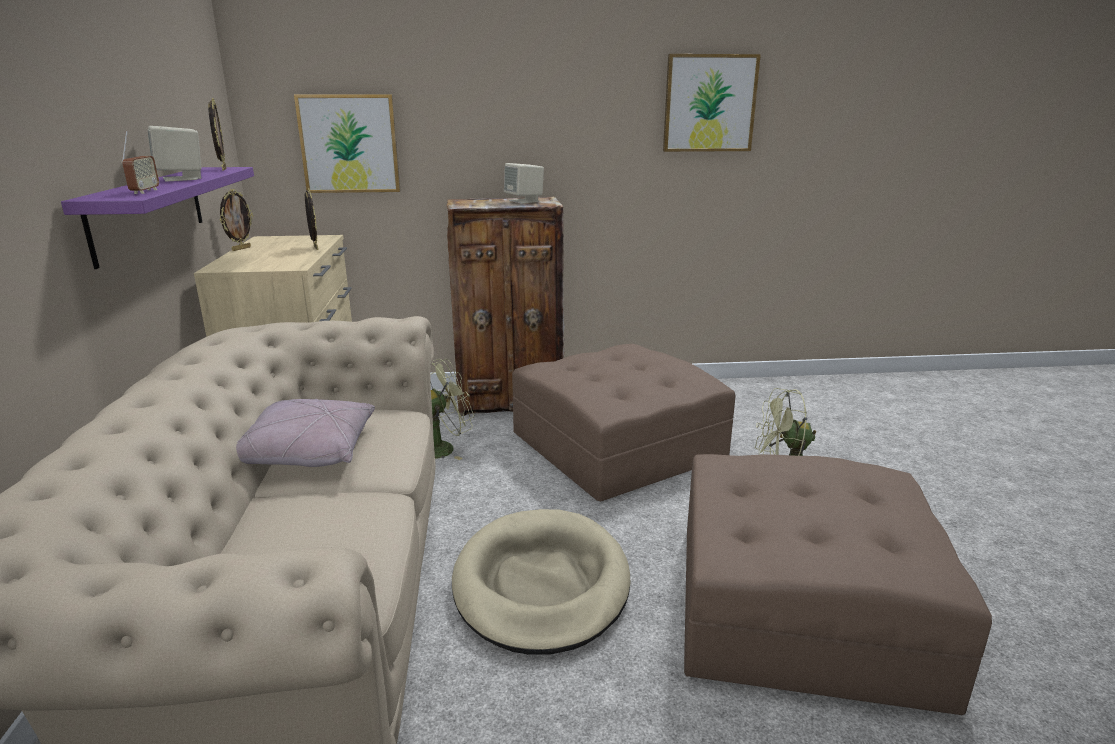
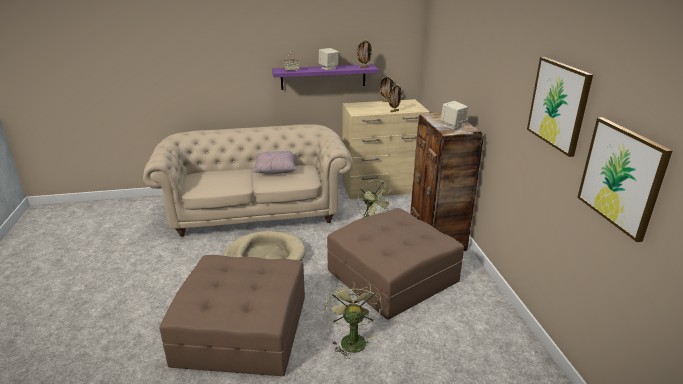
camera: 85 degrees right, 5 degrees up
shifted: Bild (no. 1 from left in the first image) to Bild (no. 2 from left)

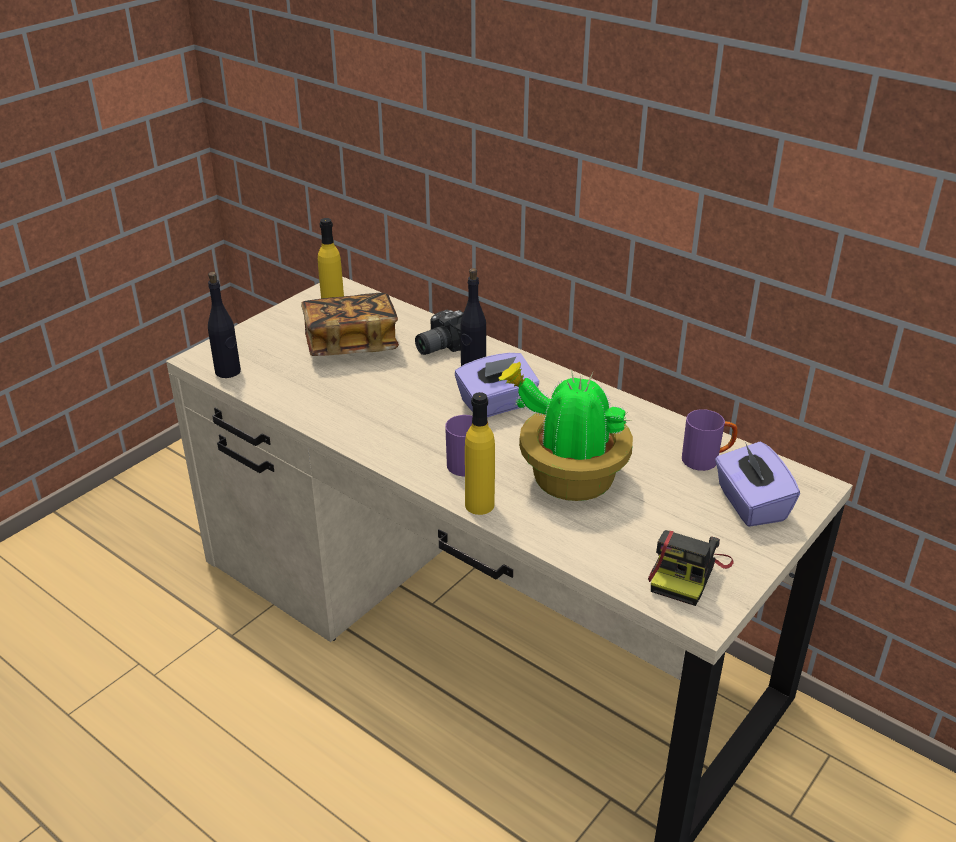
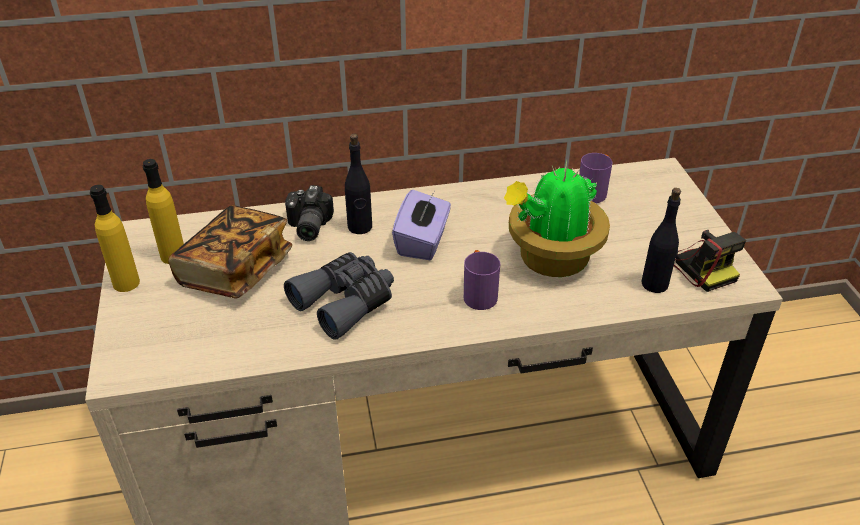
camera: 50 degrees left, 5 degrees up
gone: Taschentuchbox/lila (no. 2 from left)
new: Fernglas/grau
shifted: Flasche/gelb (no. 2 from left in the first image) to Flasche/gelb (no. 1 from left); Flasche/schwarz (no. 1 from left in the first image) to Flasche/schwarz (no. 2 from left)

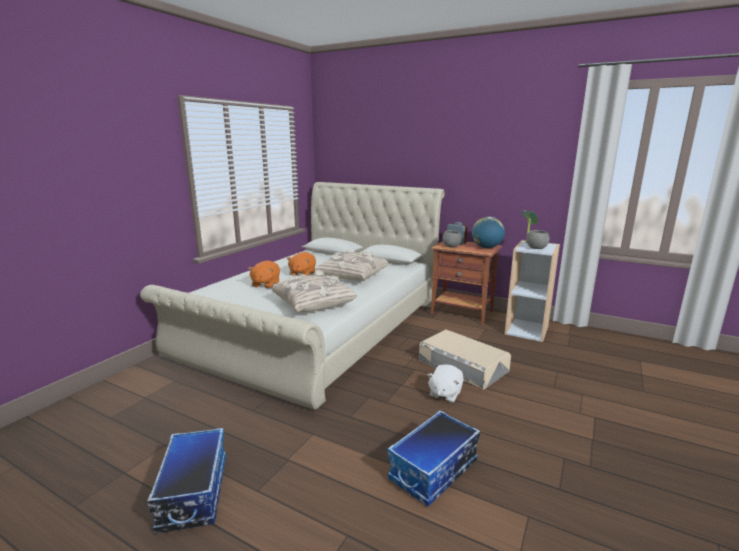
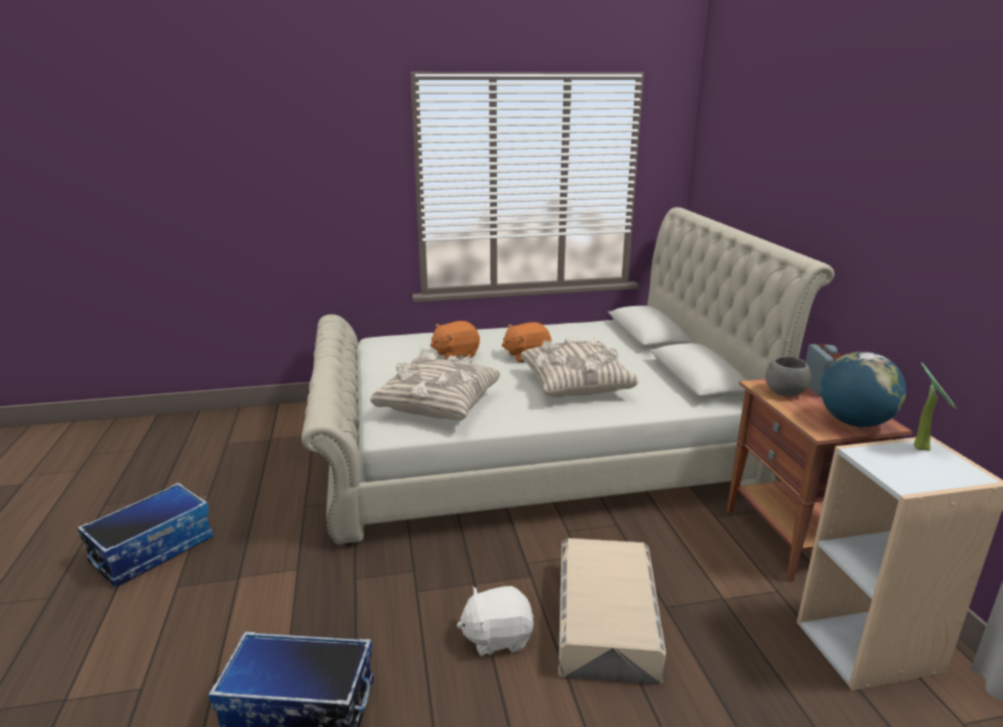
camera: 50 degrees right, 5 degrees up
gone: Schüssel/grau (no. 2 from left)

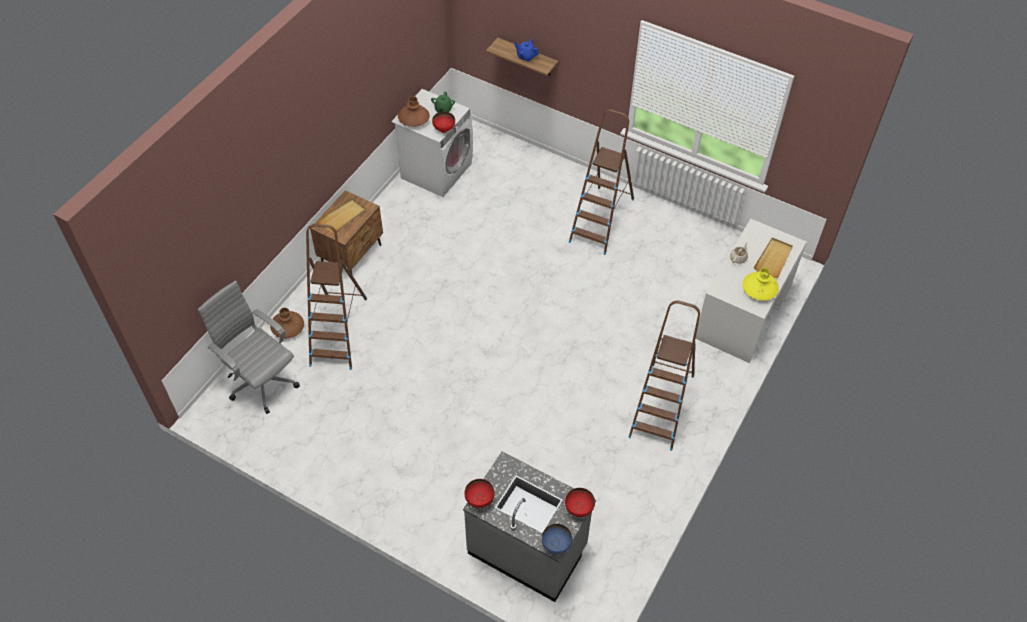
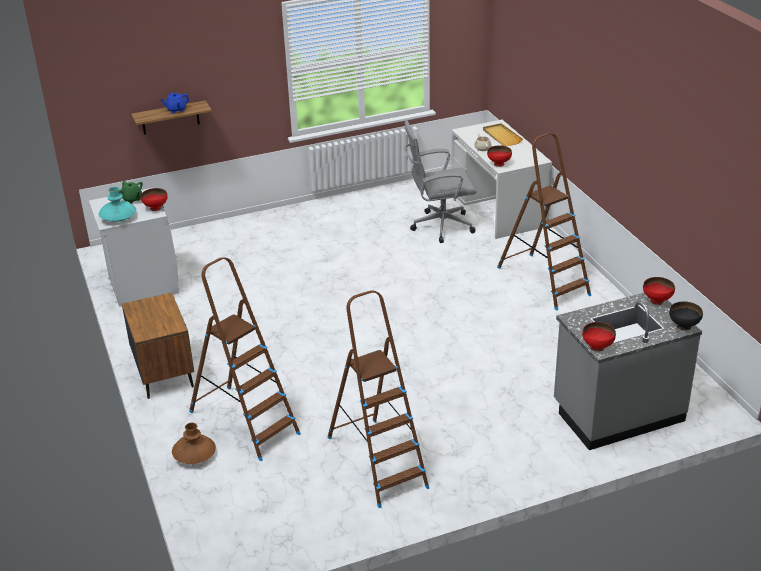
camera: 50 degrees left, 20 degrees down
gone: Tablett/beige (no. 1 from left); Vase/gelb
new: Schüssel/rot (no. 2 from left)
shifted: Trittleiter/braun (no. 2 from left); Bürostuhl/grau
repainted: Vase/braun (no. 2 from left) to Vase/türkis; Schüssel/blau to Schüssel/schwarz

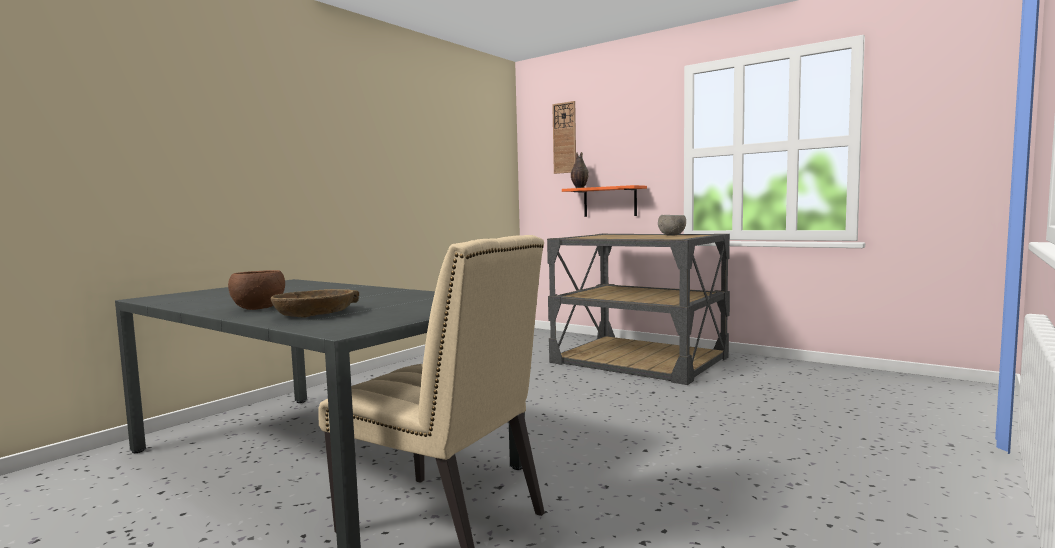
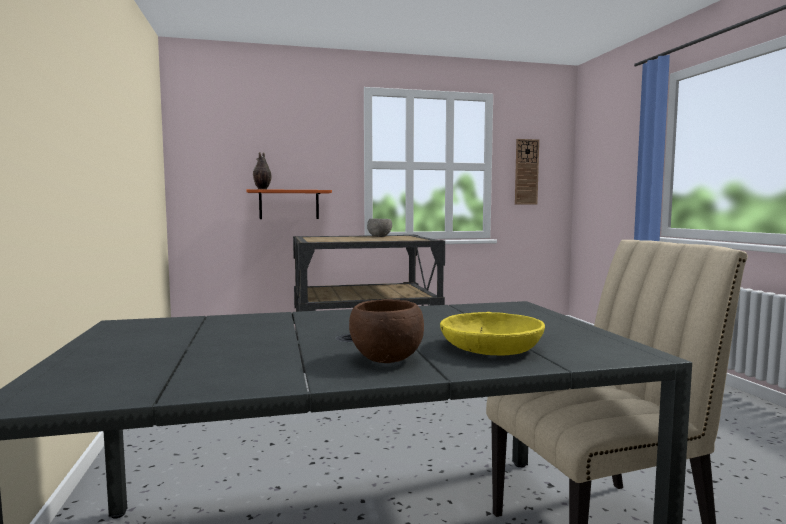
camera: 50 degrees left, 0 degrees up
shifted: Wanduhr
repainted: Schüssel/braun (no. 2 from left) to Schüssel/gelb

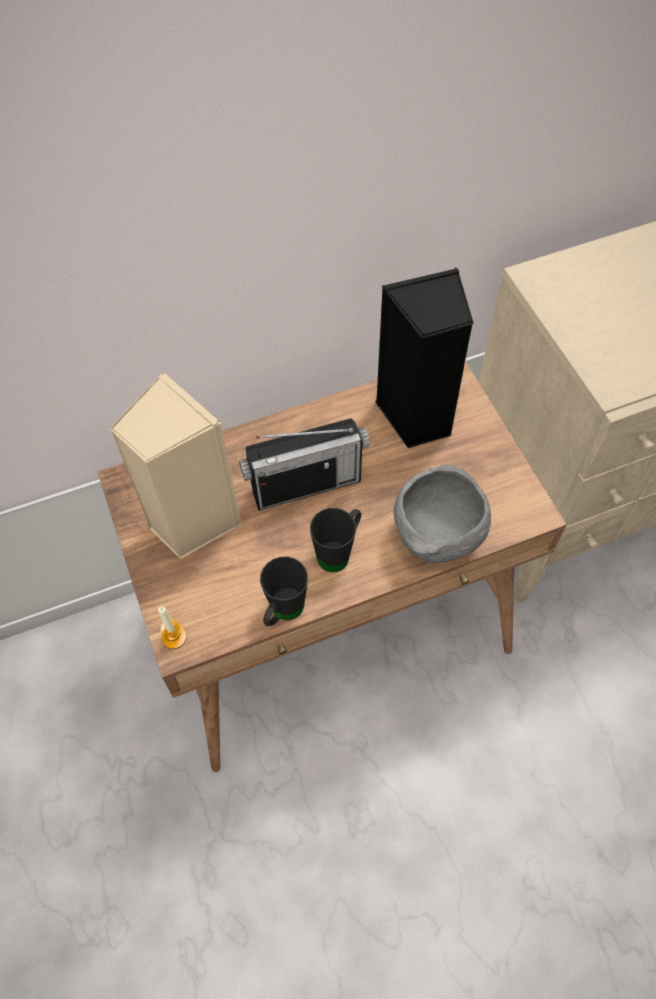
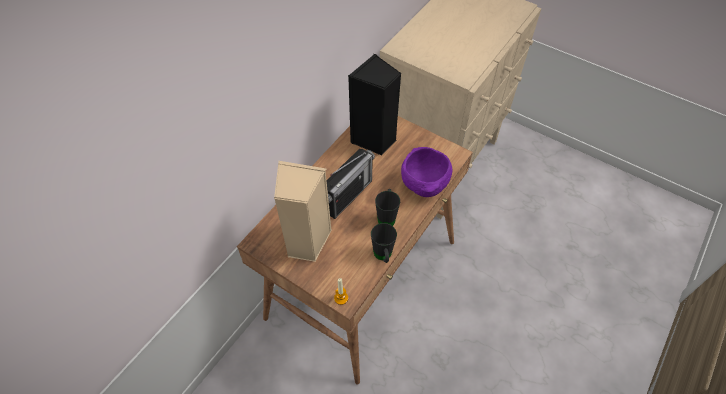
camera: 35 degrees left, 5 degrees down
repainted: Schüssel/grau to Schüssel/lila

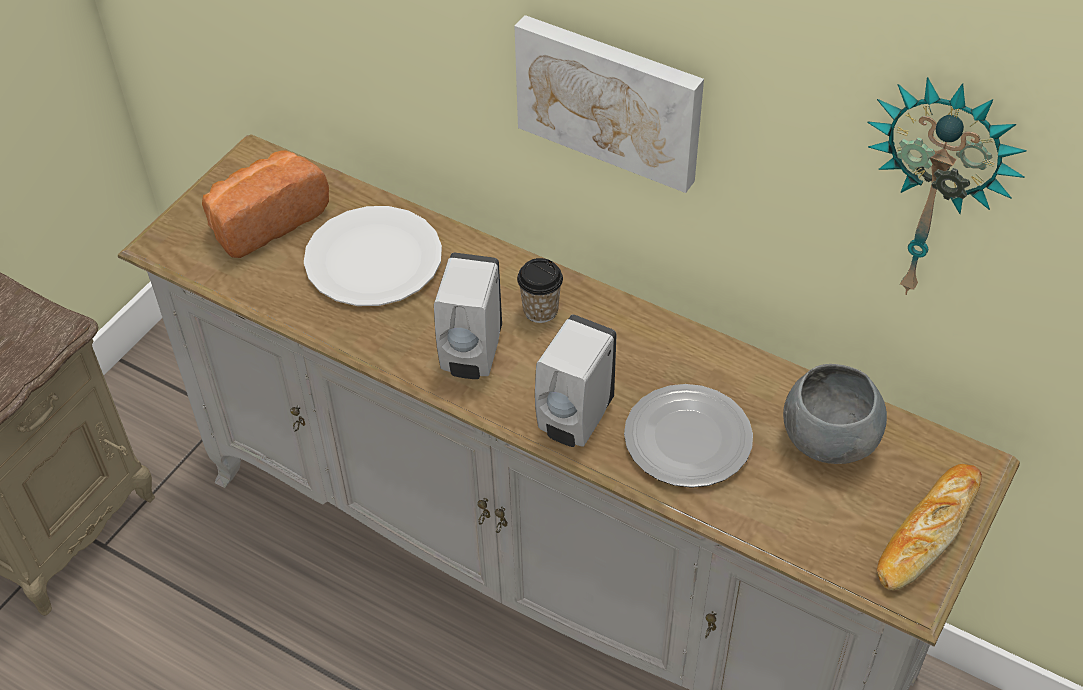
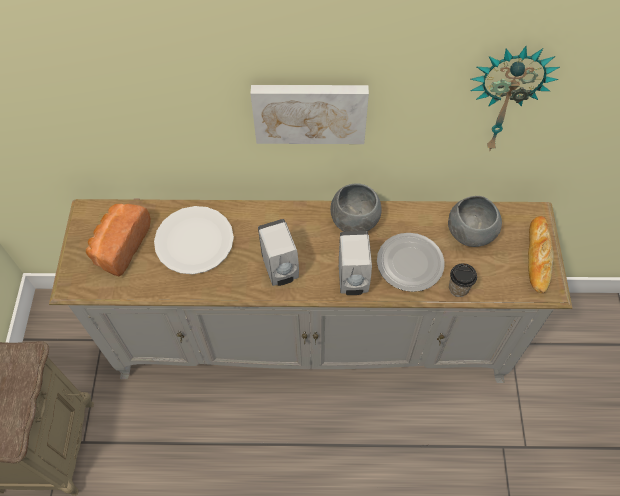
camera: 30 degrees left, 10 degrees up
new: Schüssel/grau (no. 1 from left)
shifted: Tasse

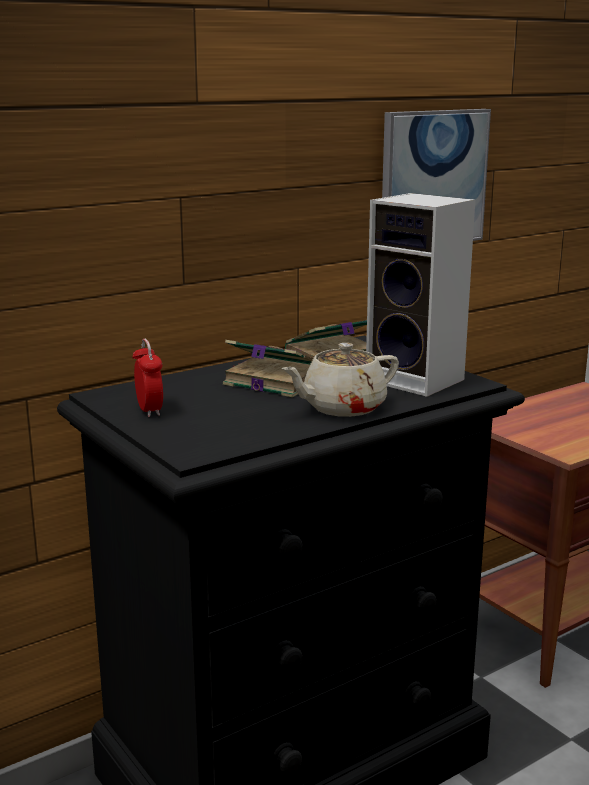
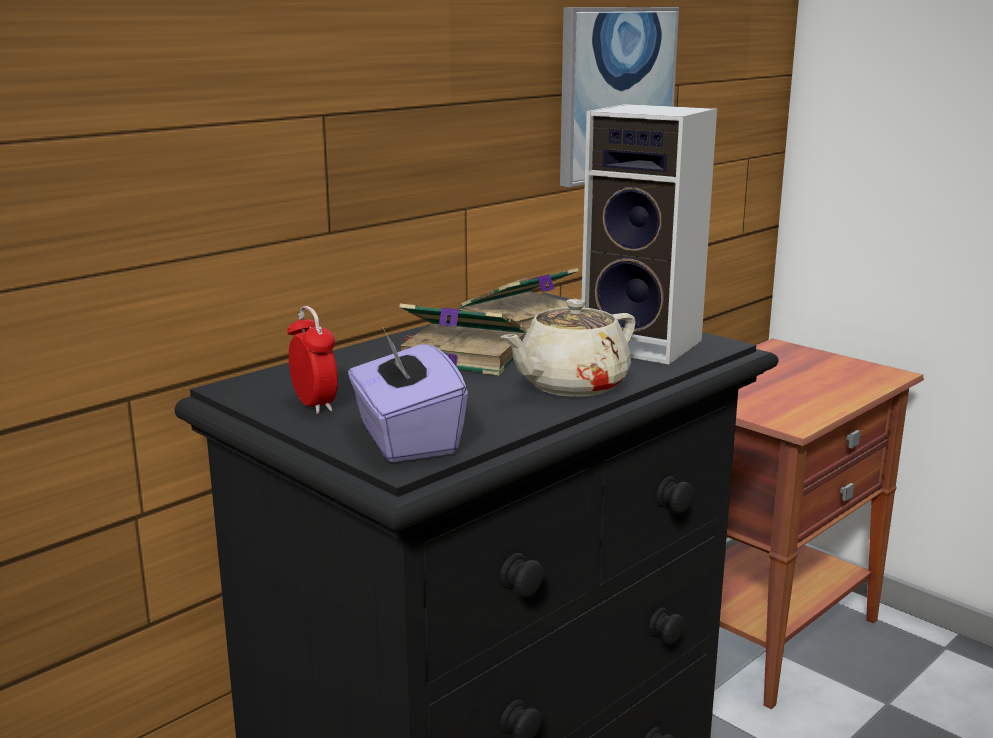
camera: 10 degrees left, 0 degrees up
new: Taschentuchbox/lila

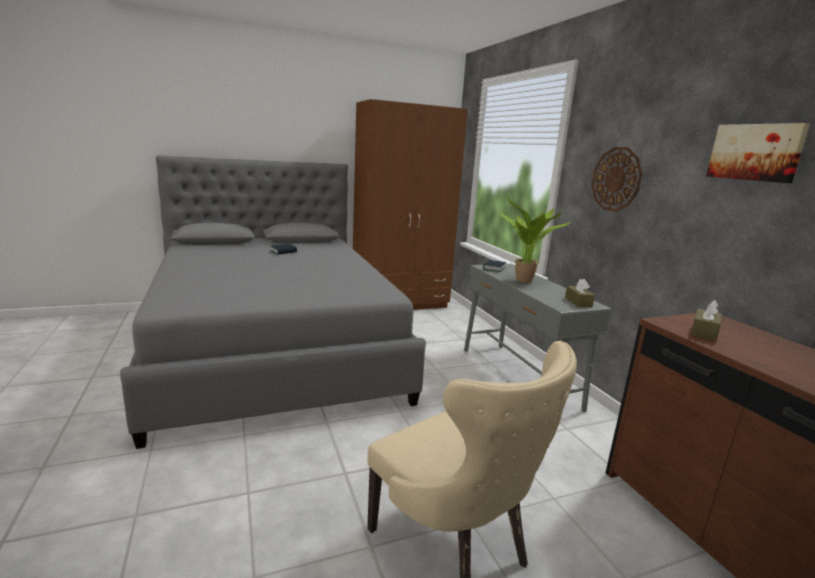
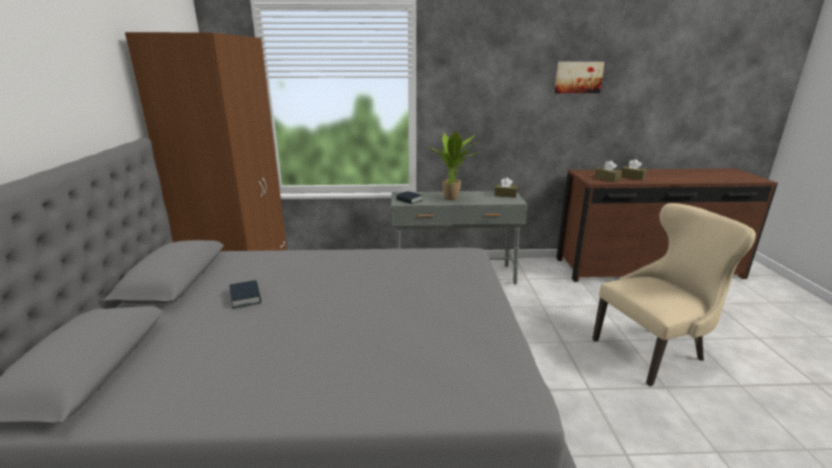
camera: 70 degrees left, 5 degrees up
gone: Wanduhr
new: Taschentuchbox/braun (no. 3 from left)

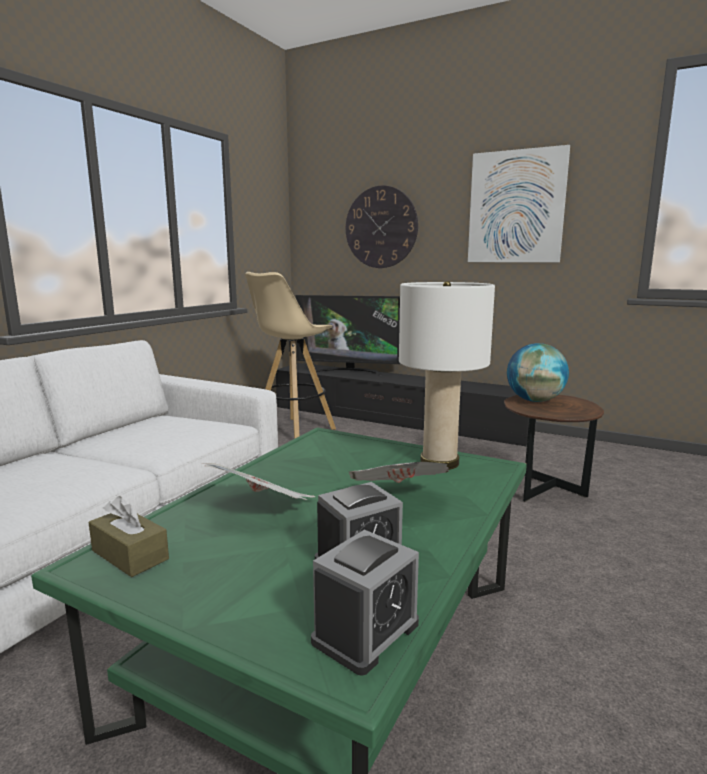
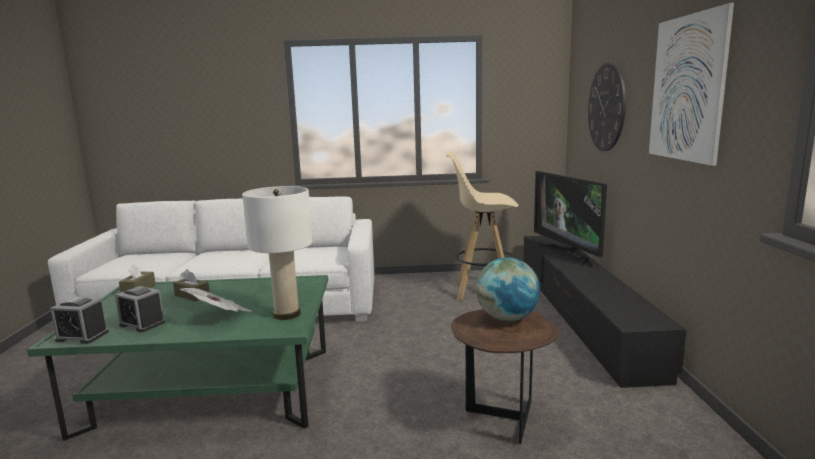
camera: 60 degrees right, 0 degrees up
swapped: Zeitung (no. 1 from left) to Taschentuchbox/braun (no. 2 from left)

